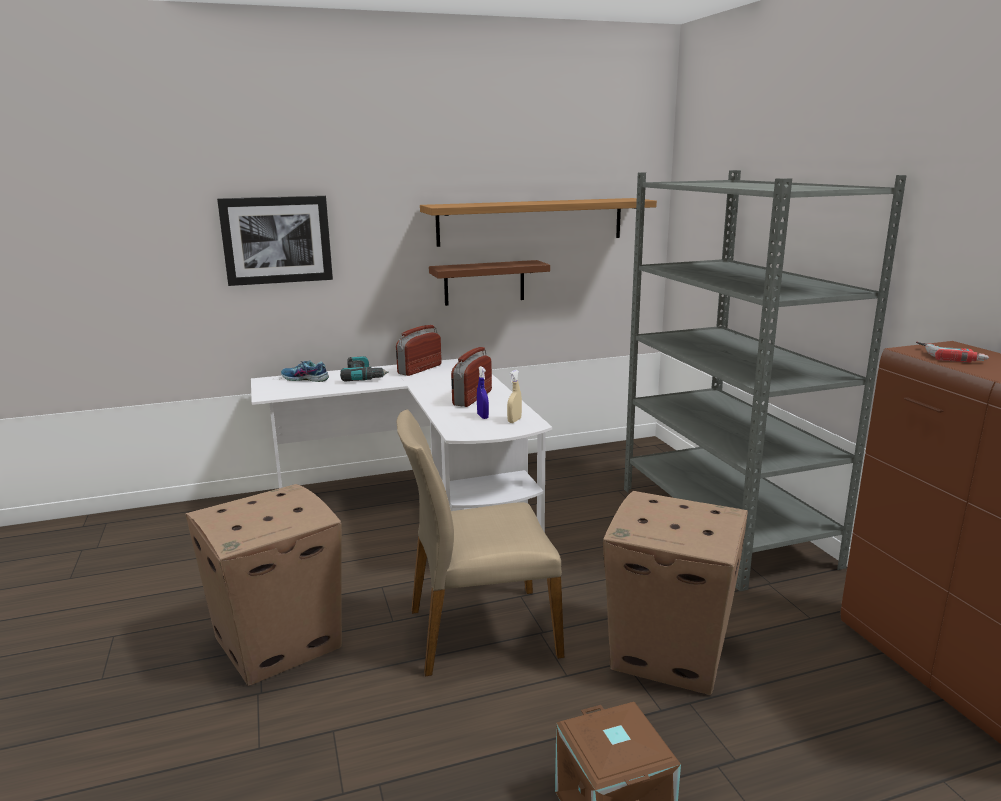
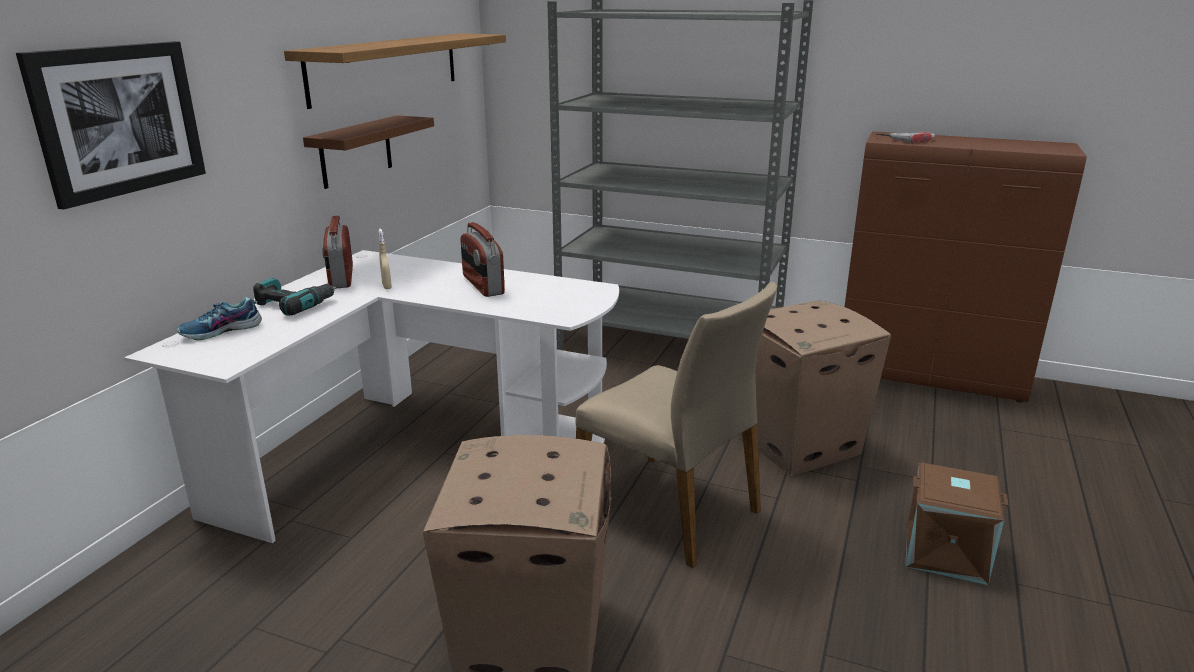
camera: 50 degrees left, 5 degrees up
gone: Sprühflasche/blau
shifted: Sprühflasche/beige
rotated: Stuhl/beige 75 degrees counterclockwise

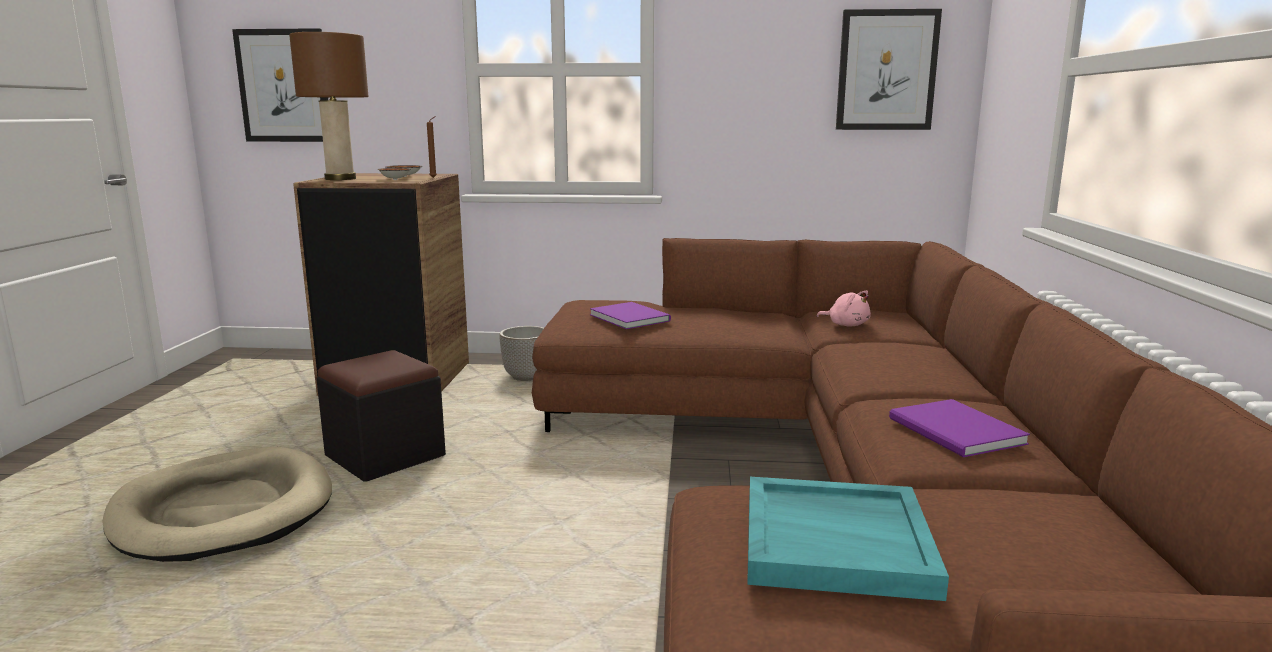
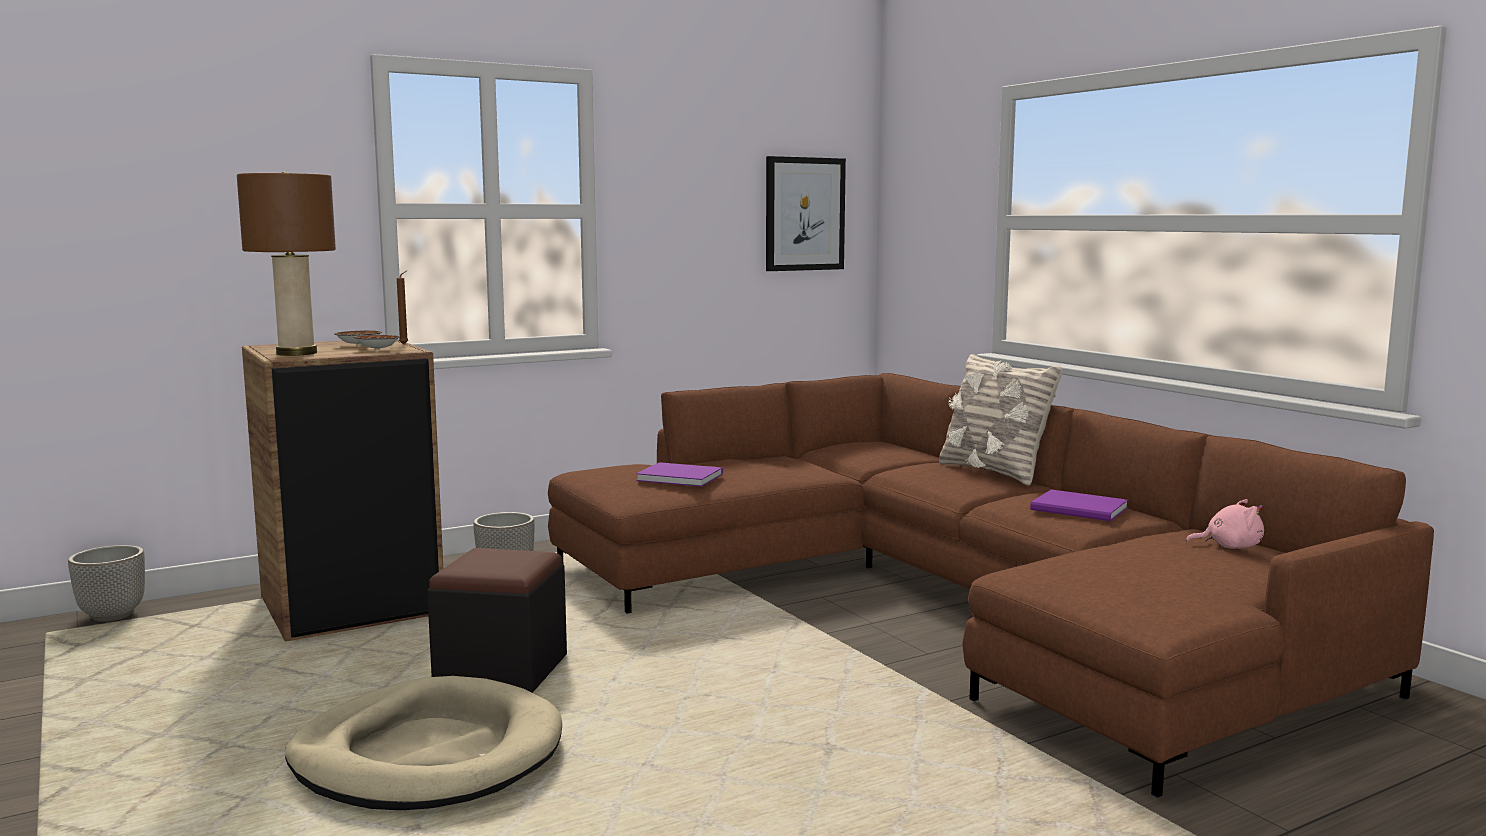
camera: 35 degrees left, 5 degrees down
gone: Bild (no. 1 from left); Tablett/türkis
new: Pflanzkübel (no. 1 from left); Kissen/beige
shifted: Plüschtier/rosa

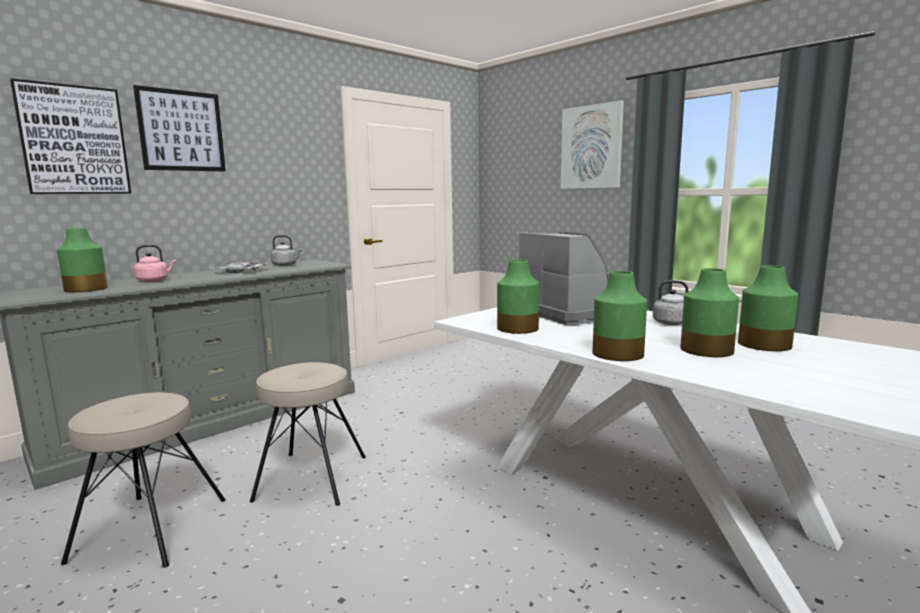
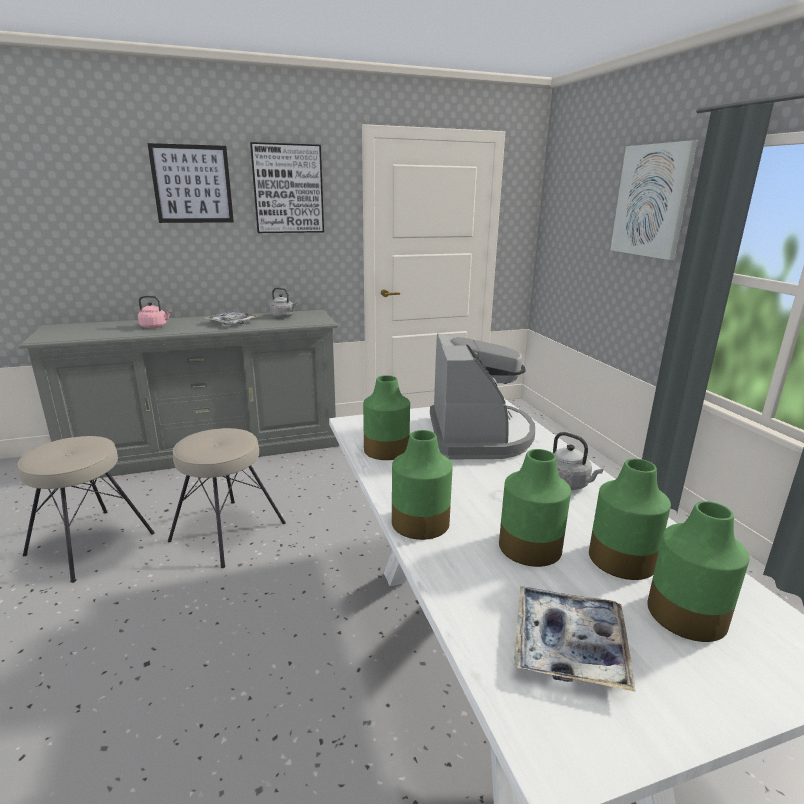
camera: 25 degrees right, 10 degrees up
new: Tablett (no. 2 from left)
shifted: Bild (no. 1 from left in the first image) to Bild (no. 2 from left); Vase/grün (no. 1 from left in the first image) to Vase/grün (no. 5 from left)

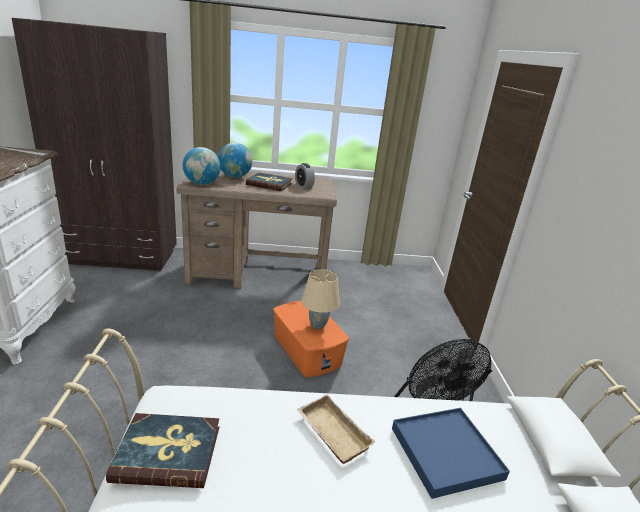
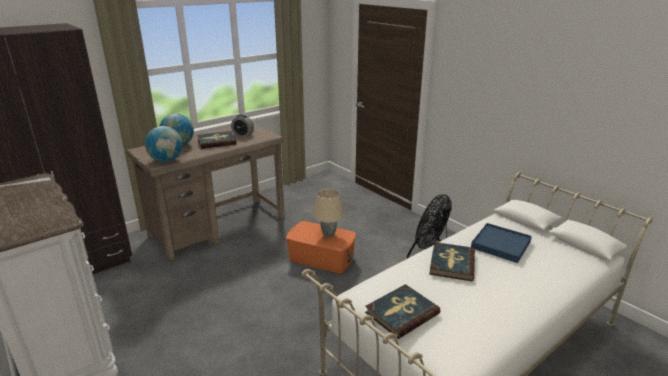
camera: 35 degrees left, 0 degrees up
swapped: Tablett/beige to Buch (no. 3 from left)

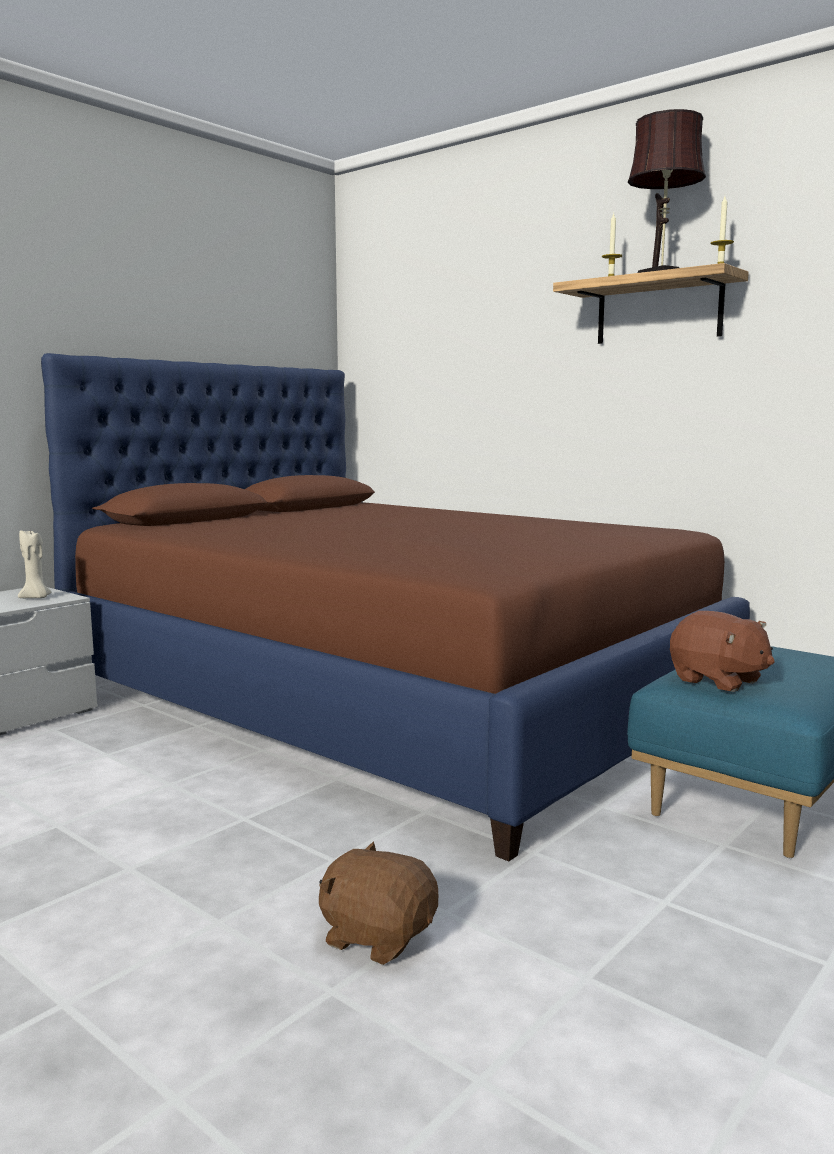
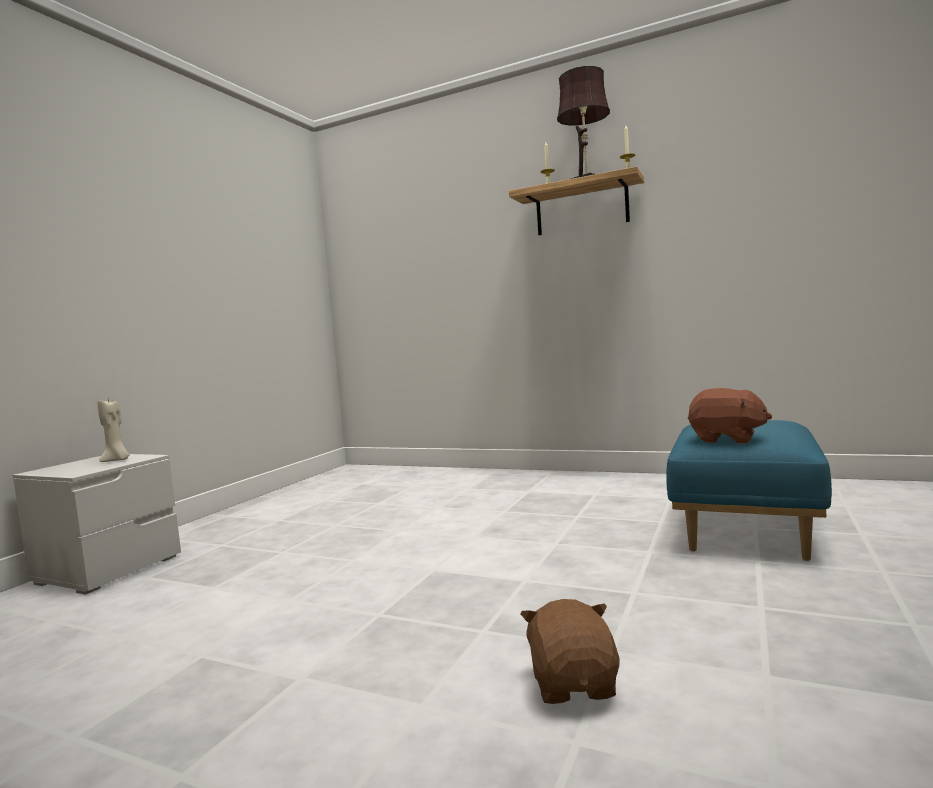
camera: 15 degrees left, 5 degrees down
gone: Bett/braun
rotated: Plüschtier/braun (no. 1 from left) 75 degrees clockwise

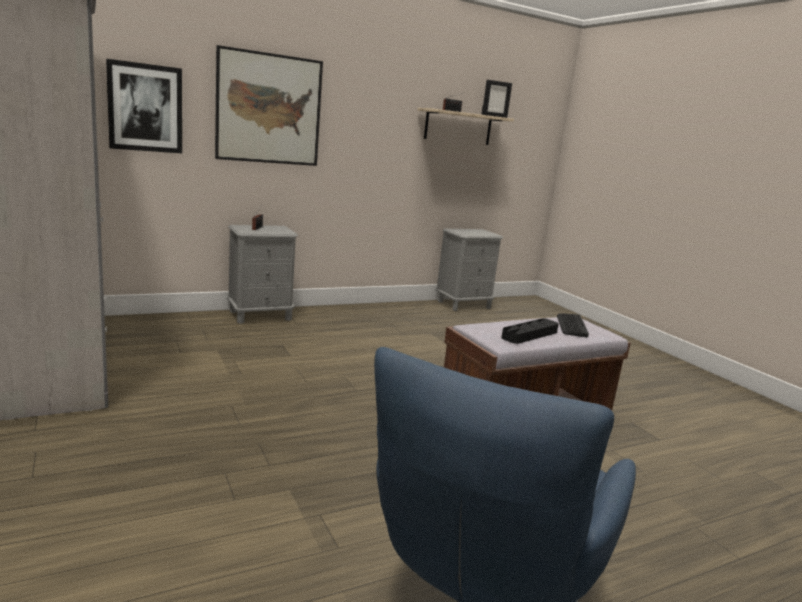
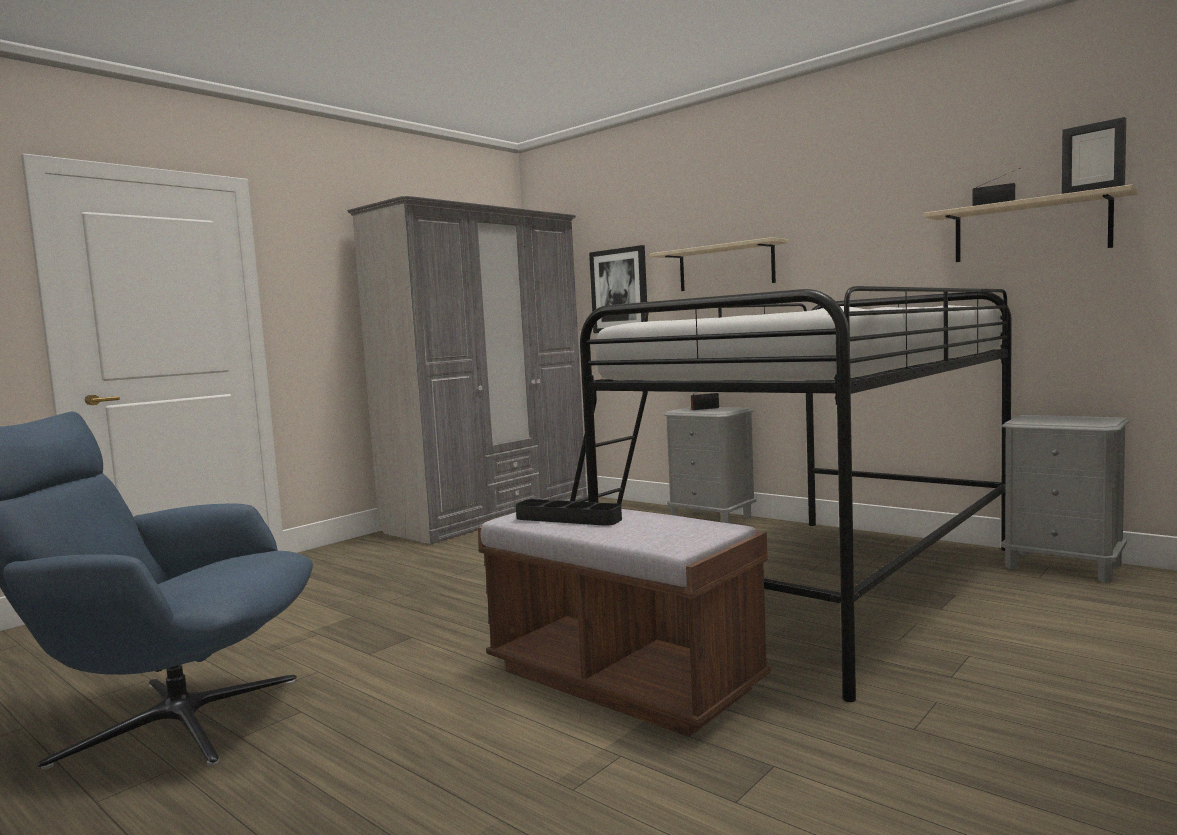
camera: 70 degrees right, 10 degrees down
gone: Tastatur
new: Bett/schwarz
swapped: Bild (no. 2 from left) to Wandregal/beige (no. 1 from left)

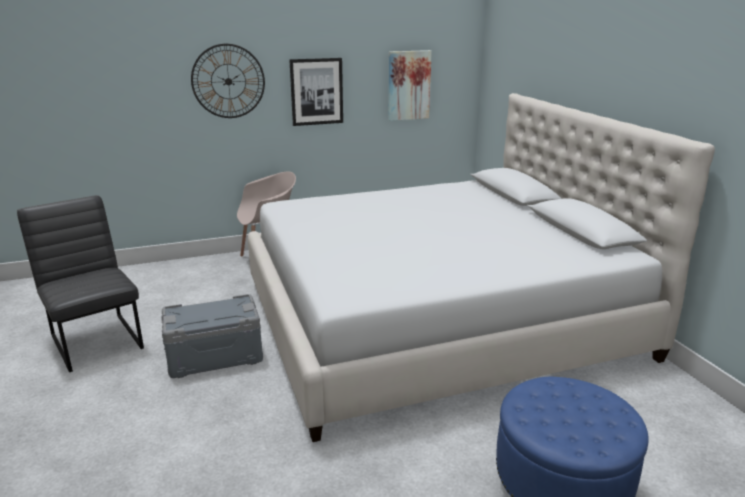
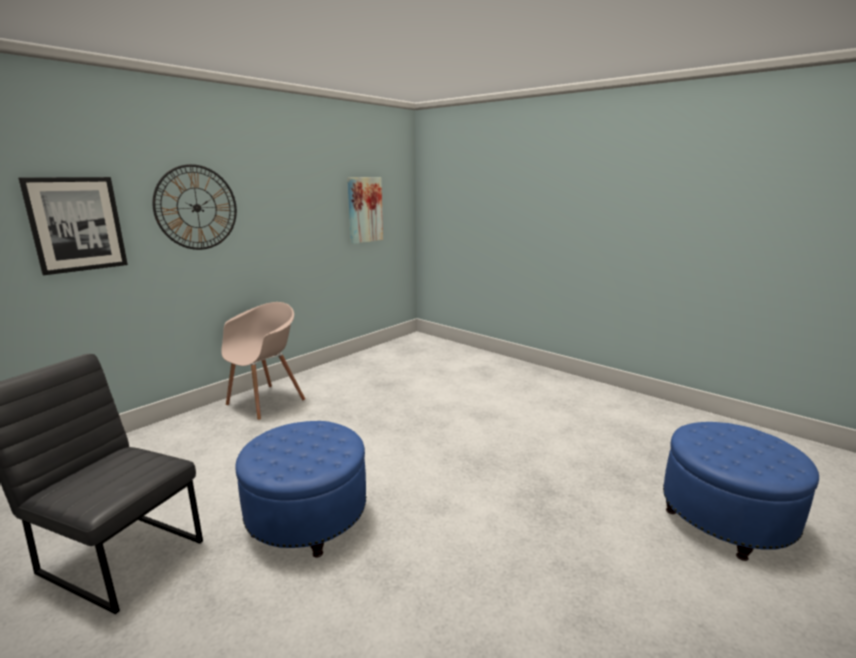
camera: 30 degrees left, 5 degrees down
gone: Bett/weiß
shifted: Bild (no. 1 from left)
swapped: Aufbewahrungsbox/grau to Polsterhocker/blau (no. 1 from left)

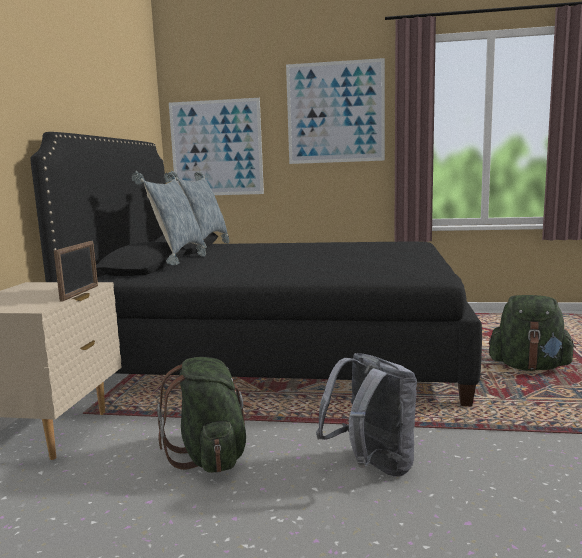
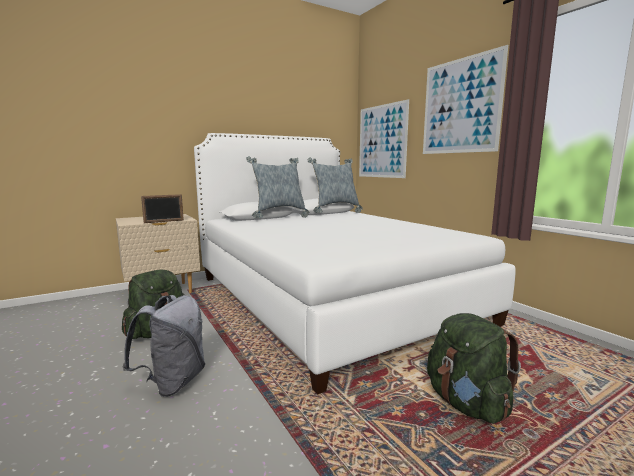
camera: 50 degrees right, 0 degrees up
repainted: Bett/schwarz to Bett/weiß

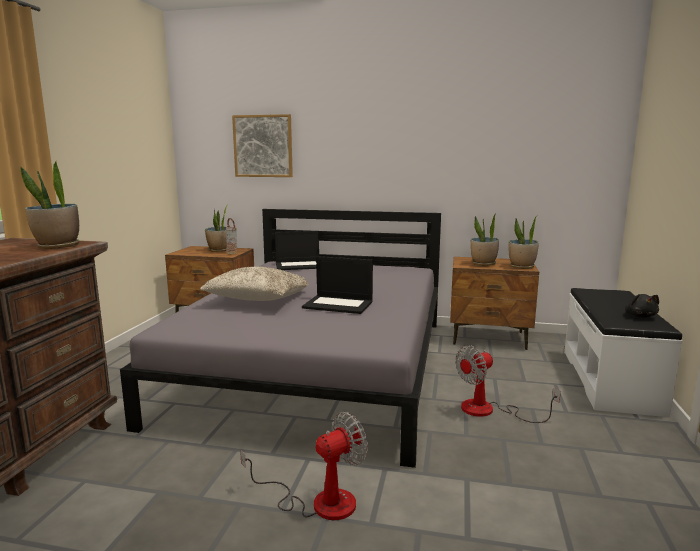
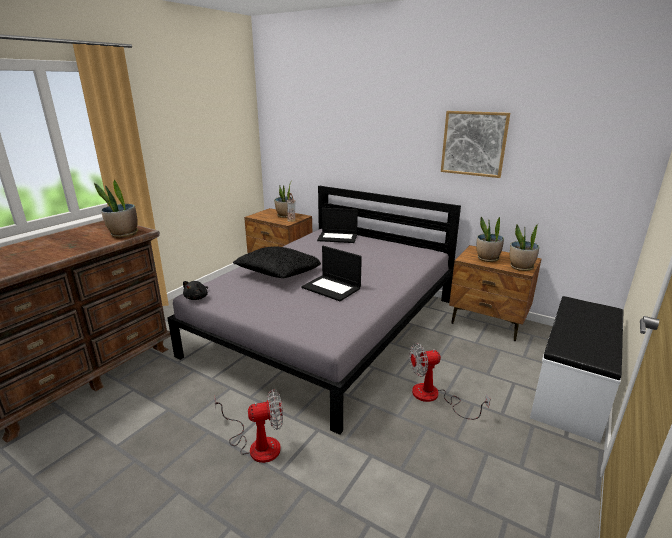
camera: 20 degrees right, 10 degrees up
shifted: Plüschtier/schwarz; Bild
repainted: Kissen/beige to Kissen/schwarz

